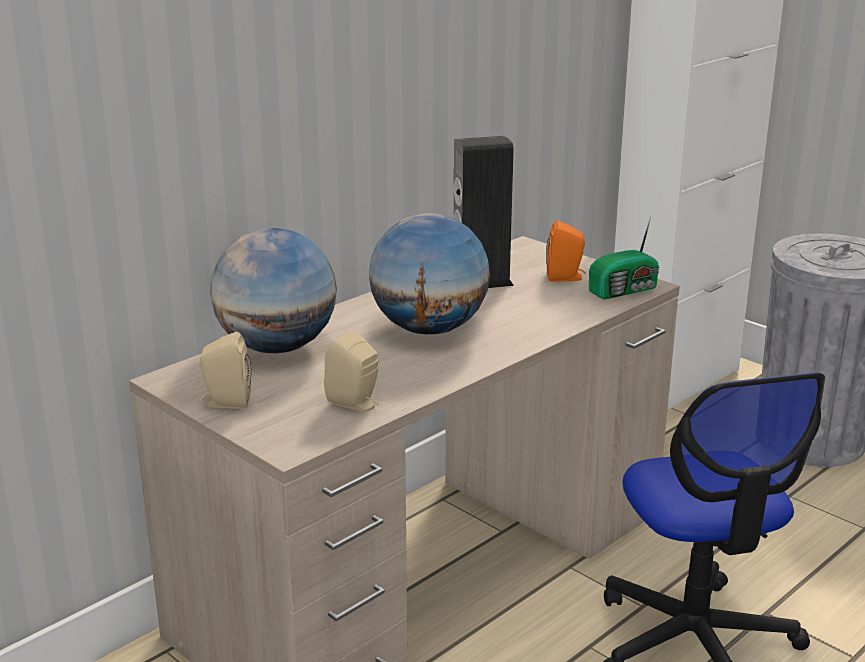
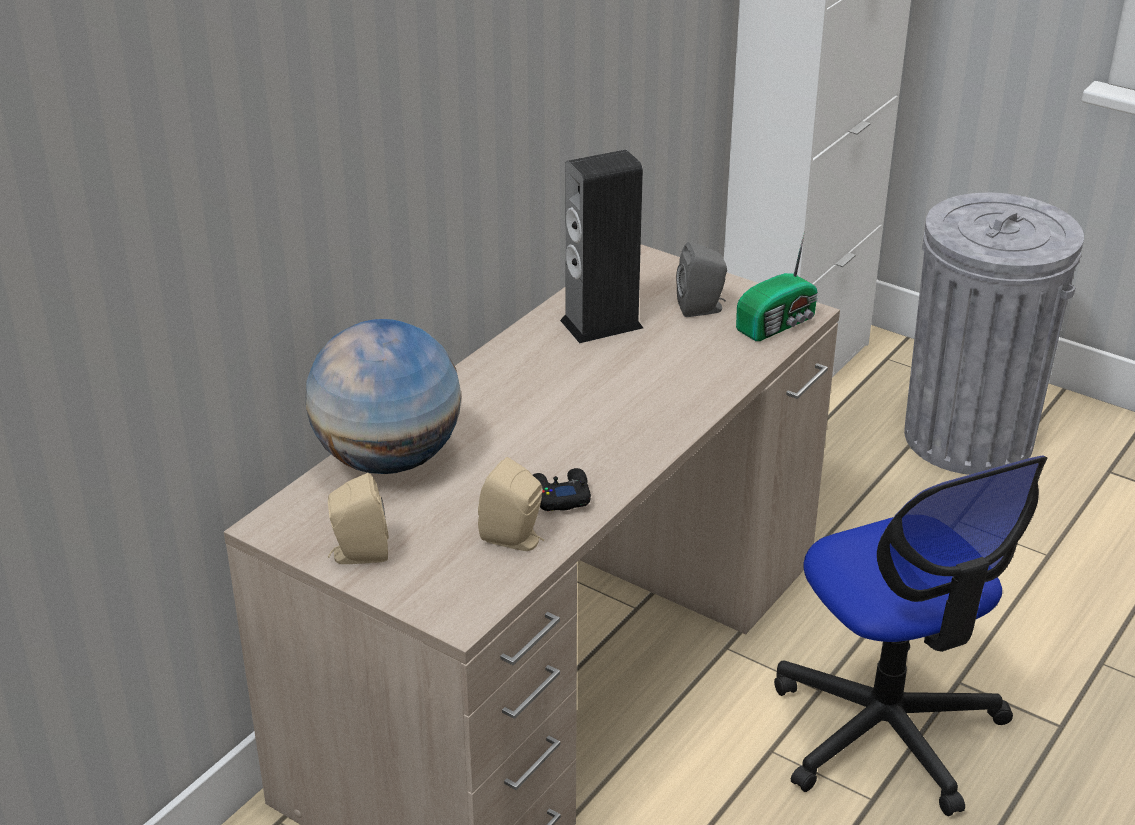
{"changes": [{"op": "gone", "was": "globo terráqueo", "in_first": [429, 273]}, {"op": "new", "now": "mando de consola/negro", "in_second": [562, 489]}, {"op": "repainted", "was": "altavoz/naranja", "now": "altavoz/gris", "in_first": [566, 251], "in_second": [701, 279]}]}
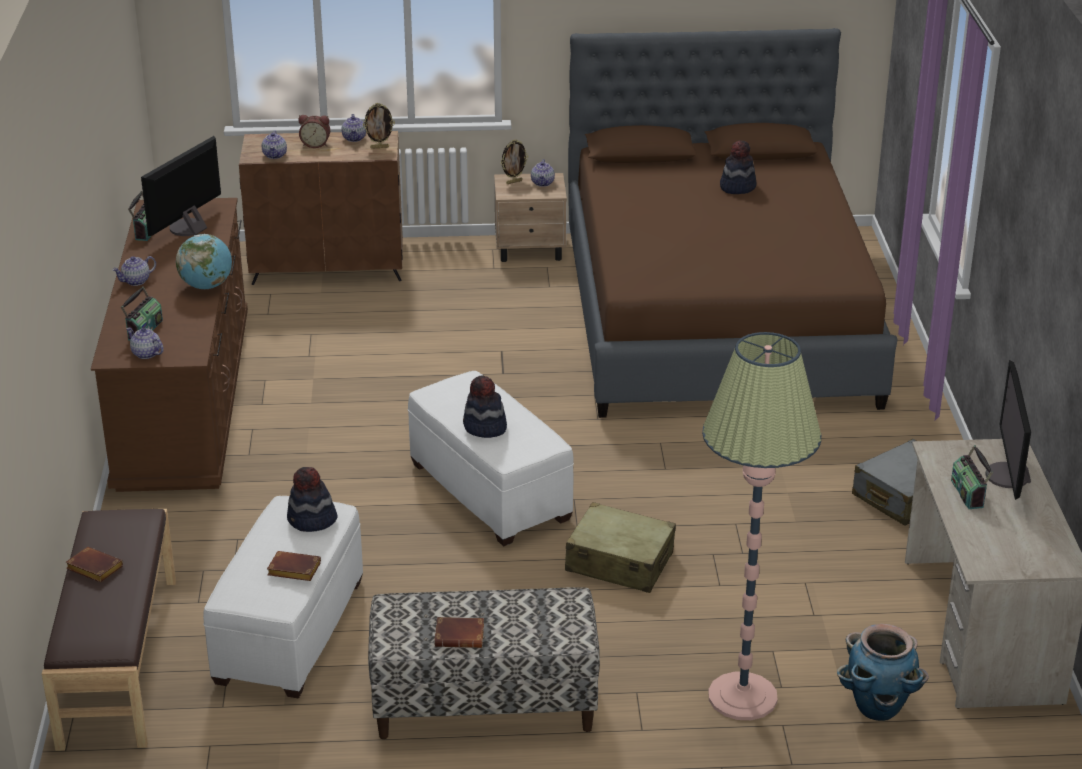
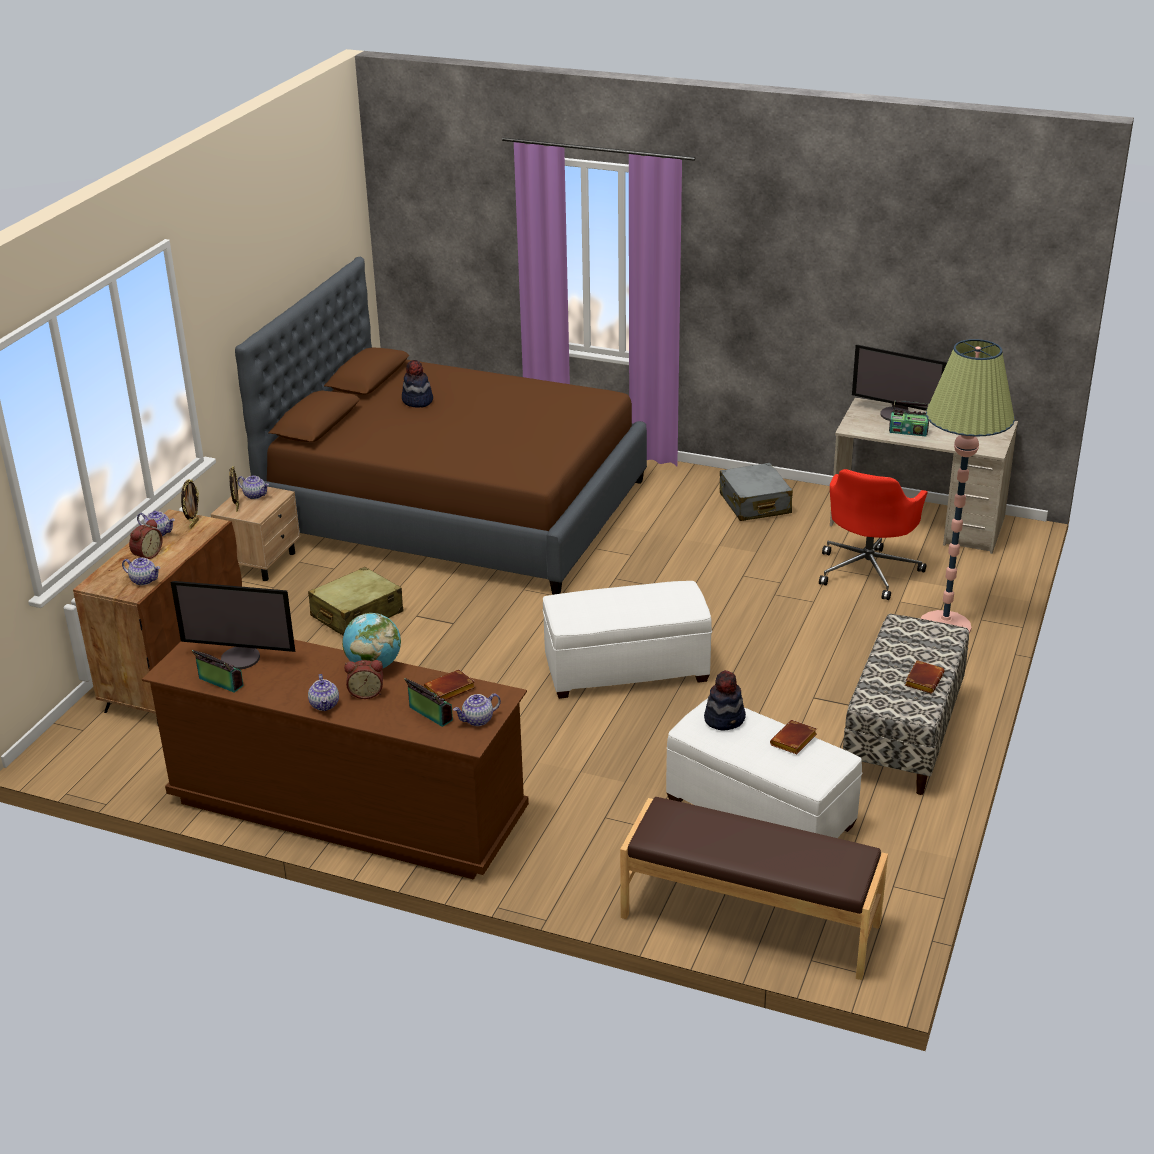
{"changes": [{"op": "gone", "was": "sombrero", "in_first": [485, 406]}, {"op": "gone", "was": "maceta", "in_first": [883, 672]}, {"op": "new", "now": "despertador", "in_second": [363, 679]}, {"op": "new", "now": "silla de oficina/rojo", "in_second": [873, 534]}, {"op": "shifted", "was": "libro/marrón", "in_first": [94, 564], "in_second": [449, 685]}, {"op": "shifted", "was": "maleta/beis", "in_first": [620, 547], "in_second": [356, 601]}, {"op": "rotated", "was": "monitor", "in_first": [181, 186], "in_second": [233, 625], "clockwise": -45}]}
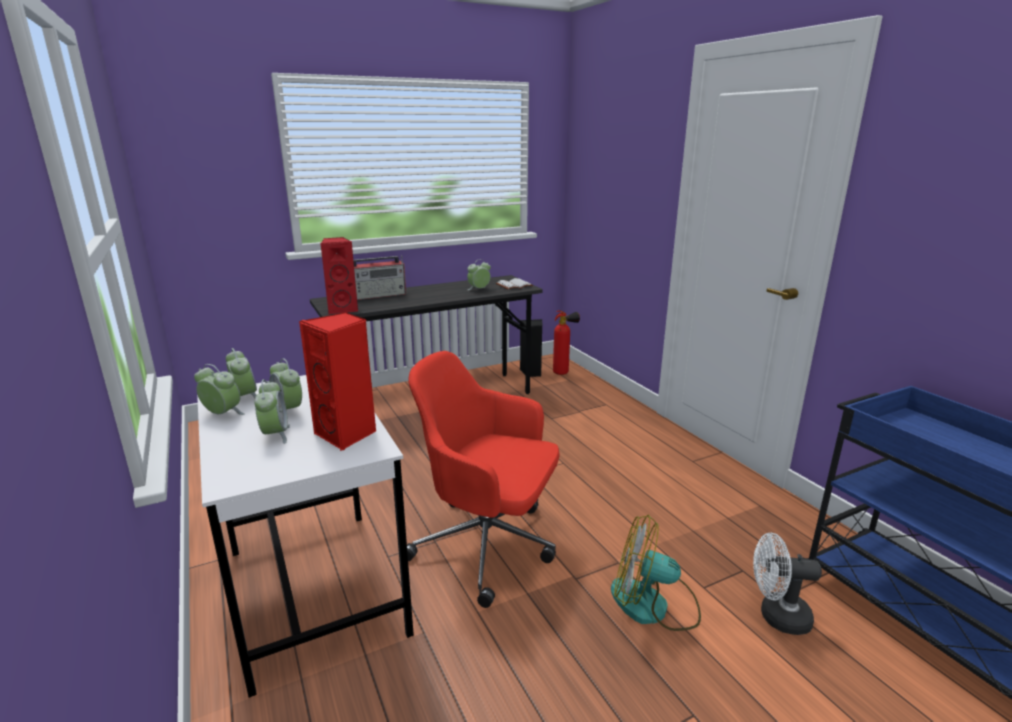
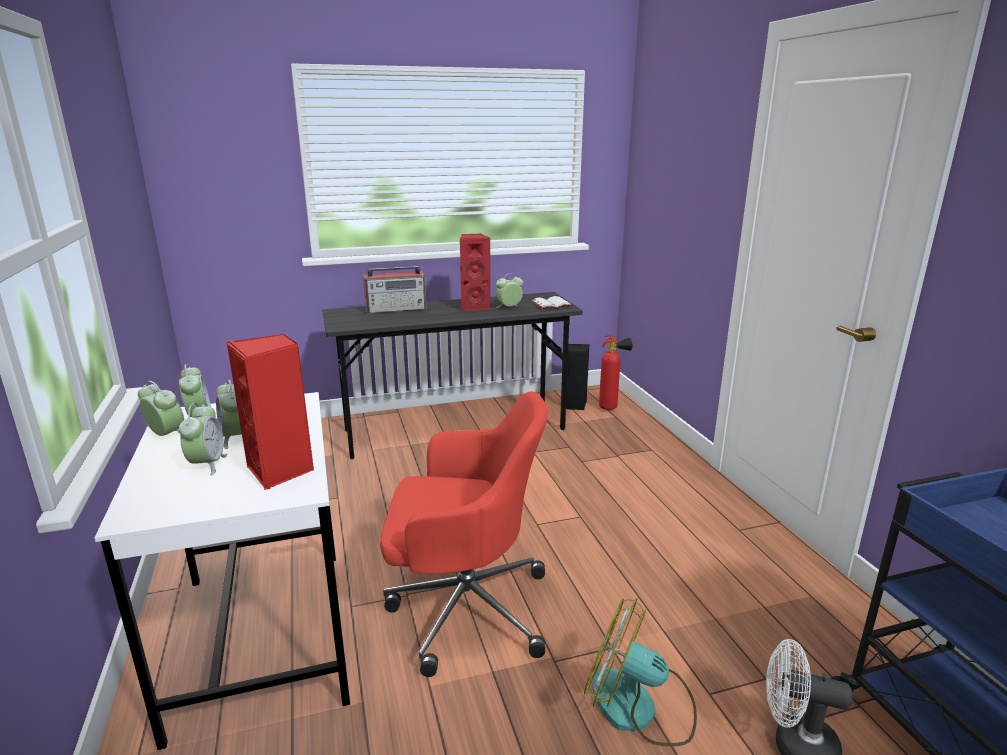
{"changes": [{"op": "shifted", "was": "altavoz/rojo", "in_first": [339, 275], "in_second": [475, 272]}, {"op": "rotated", "was": "silla de oficina/rojo", "in_first": [483, 479], "in_second": [464, 534], "clockwise": 150}]}
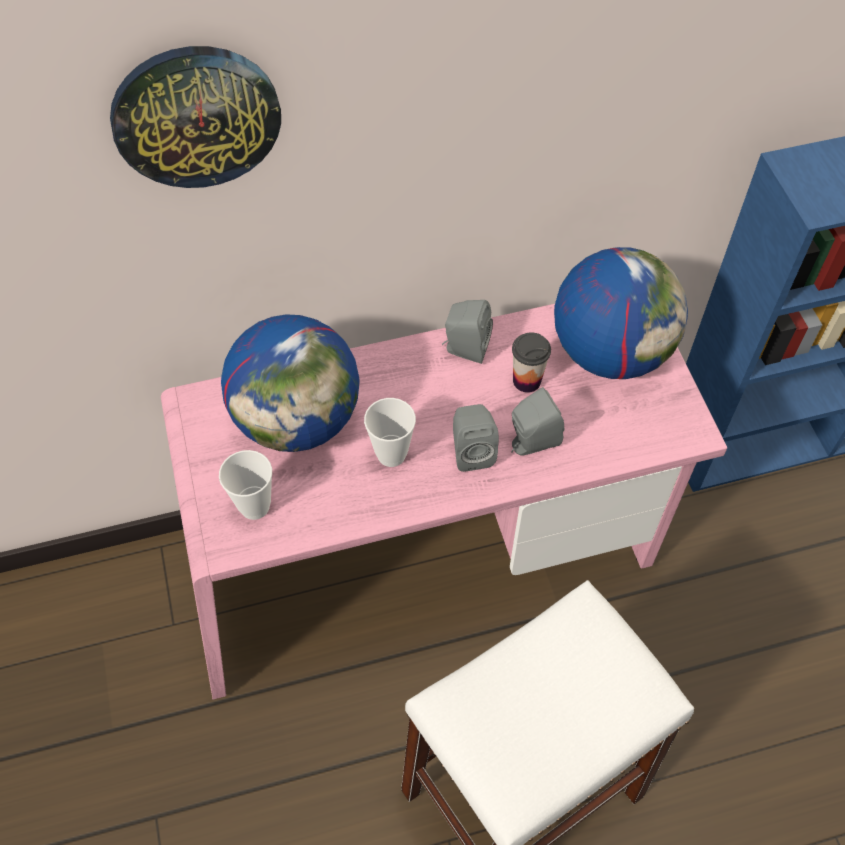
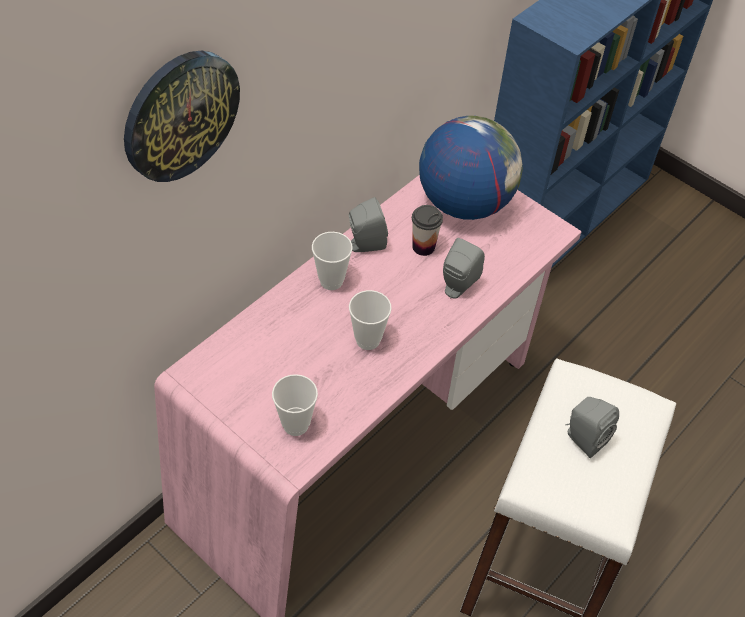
{"changes": [{"op": "gone", "was": "globo terráqueo", "in_first": [290, 383]}, {"op": "new", "now": "taza", "in_second": [332, 261]}, {"op": "shifted", "was": "altavoz/gris", "in_first": [476, 438], "in_second": [592, 427]}]}
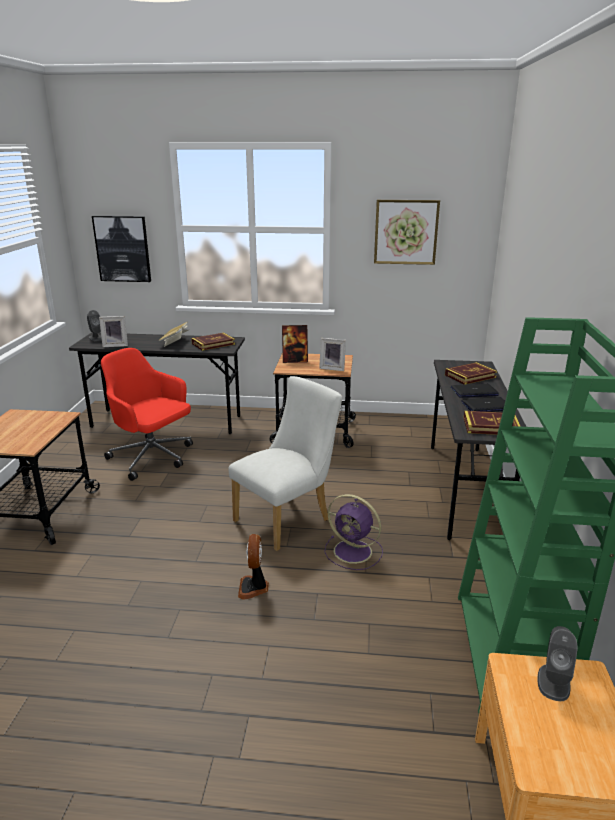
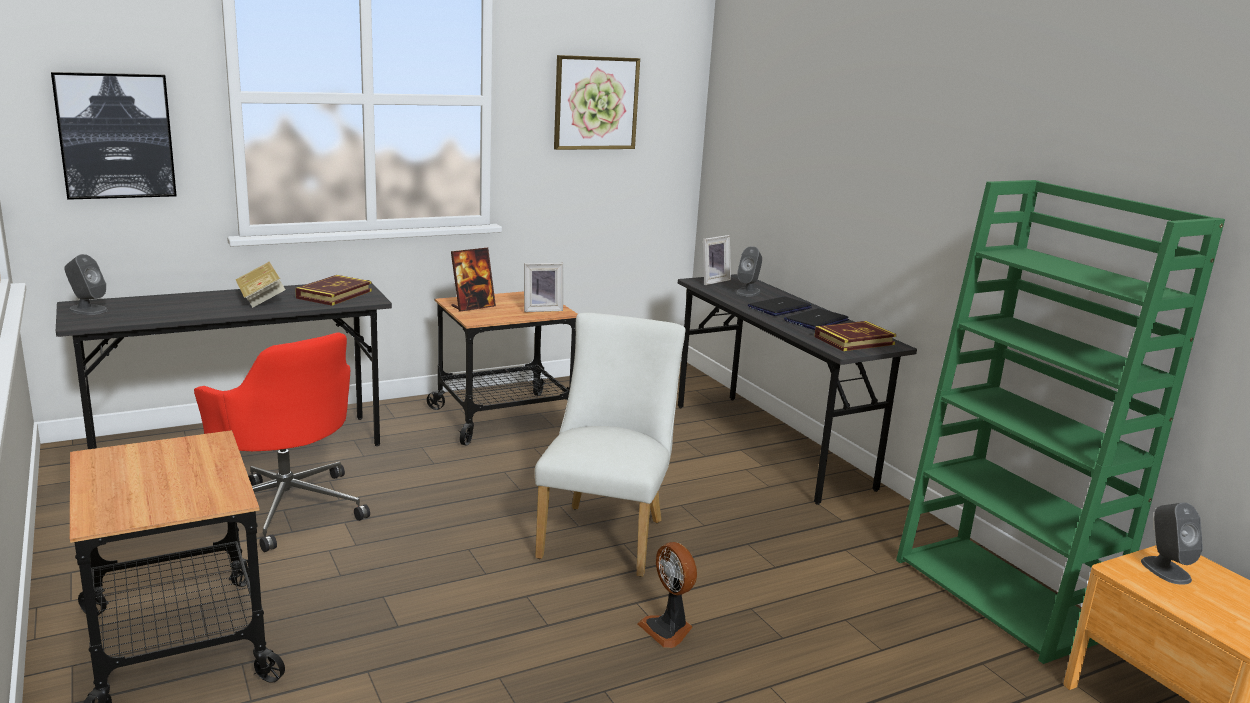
{"changes": [{"op": "gone", "was": "ventilador/morado", "in_first": [354, 532]}, {"op": "shifted", "was": "portarretratos", "in_first": [113, 331], "in_second": [717, 260]}, {"op": "swapped", "was": "libro", "now": "altavoz/gris", "in_first": [471, 373], "in_second": [749, 271]}, {"op": "rotated", "was": "silla de oficina/rojo", "in_first": [147, 414], "in_second": [282, 442], "clockwise": -135}]}
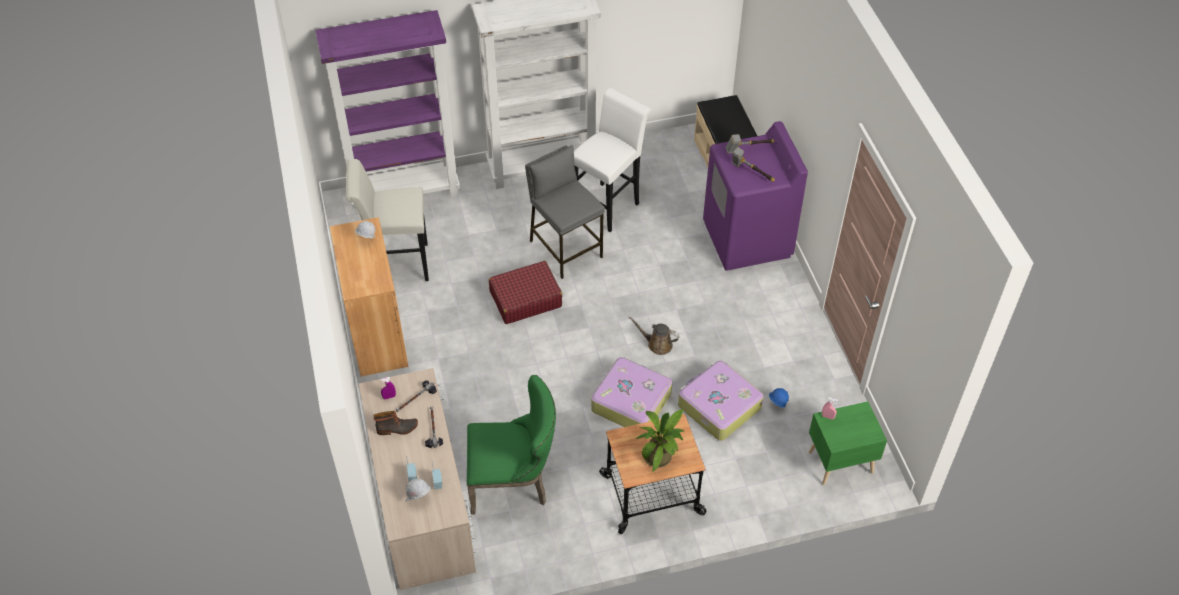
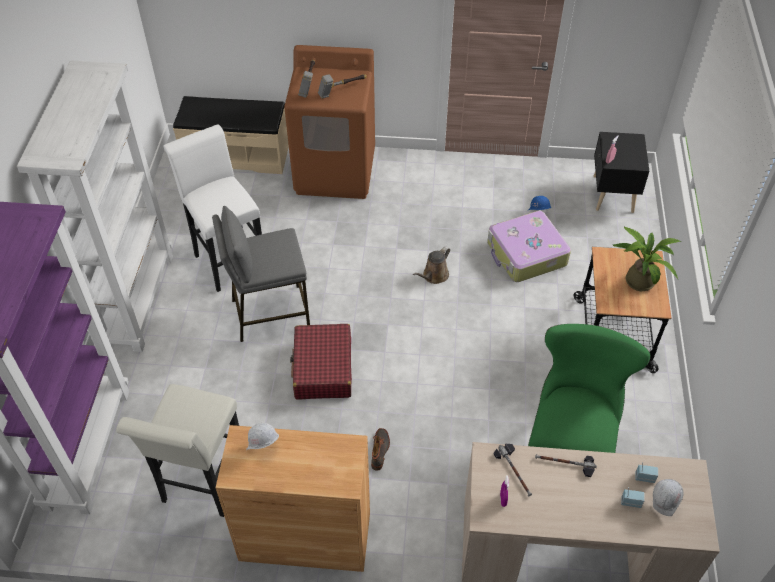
{"changes": [{"op": "gone", "was": "maleta", "in_first": [631, 392]}, {"op": "shifted", "was": "bota", "in_first": [395, 423], "in_second": [380, 449]}, {"op": "repainted", "was": "lavadora/morado", "now": "lavadora/marrón", "in_first": [755, 196], "in_second": [329, 122]}, {"op": "repainted", "was": "mesita de noche/verde", "now": "mesita de noche/negro", "in_first": [848, 443], "in_second": [621, 172]}]}
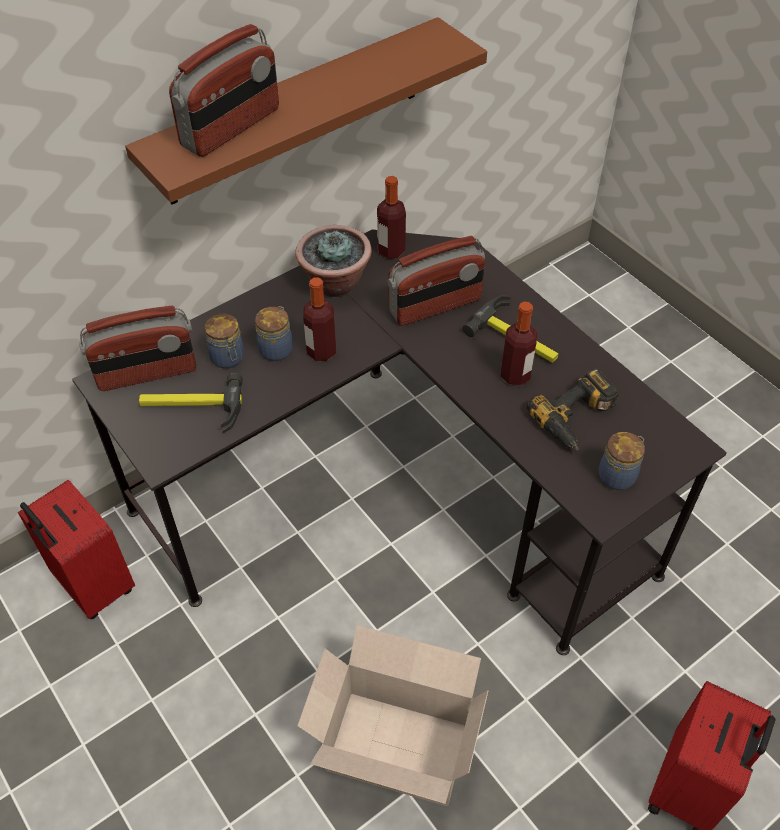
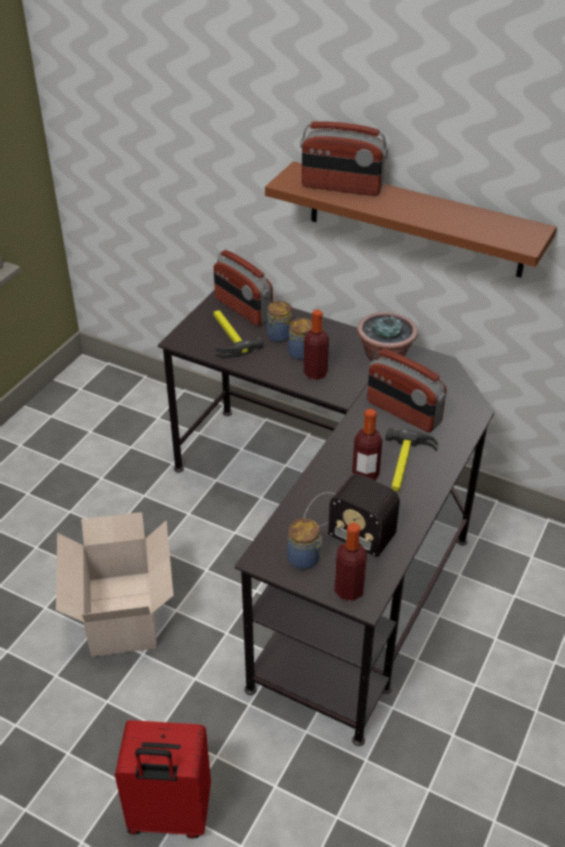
{"changes": [{"op": "gone", "was": "maleta/rojo", "in_first": [76, 549]}, {"op": "shifted", "was": "botella", "in_first": [391, 217], "in_second": [351, 562]}, {"op": "swapped", "was": "taladro", "now": "radio", "in_first": [573, 409], "in_second": [352, 515]}]}
